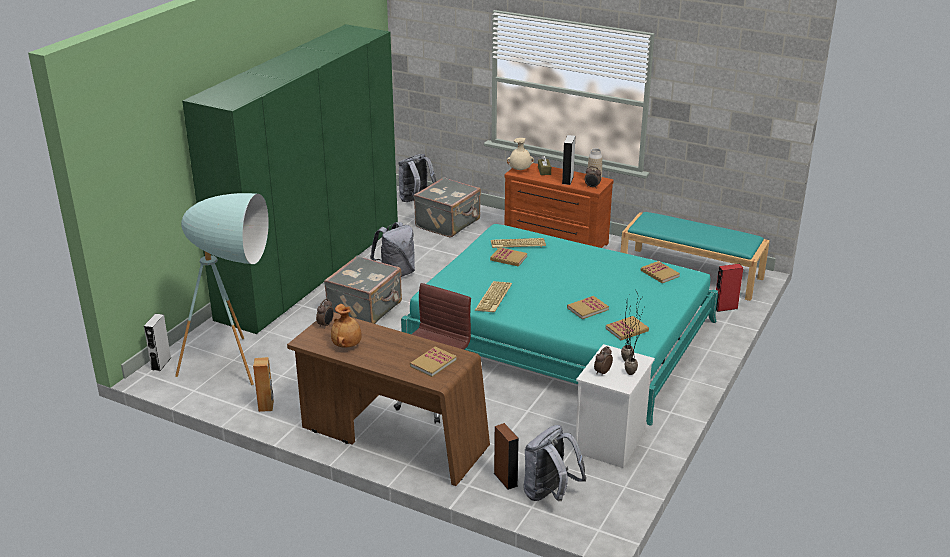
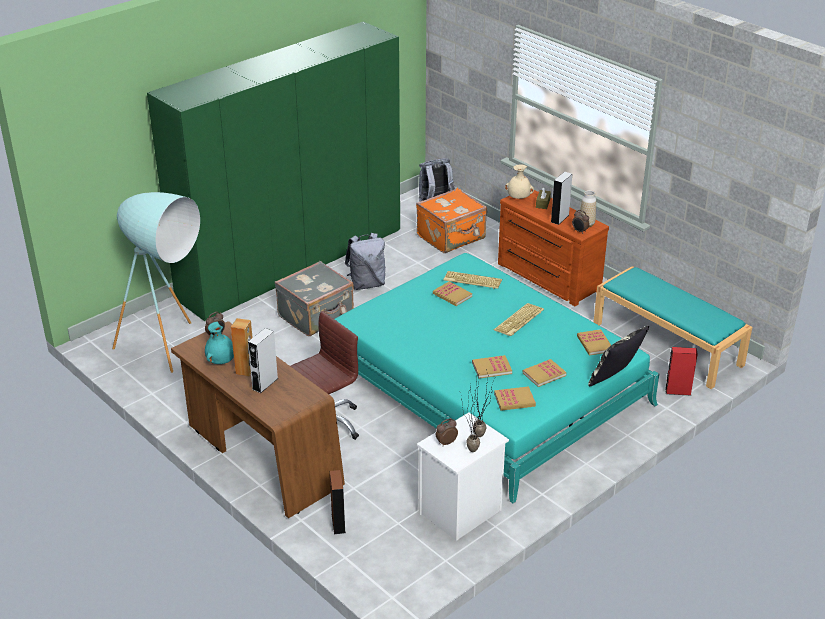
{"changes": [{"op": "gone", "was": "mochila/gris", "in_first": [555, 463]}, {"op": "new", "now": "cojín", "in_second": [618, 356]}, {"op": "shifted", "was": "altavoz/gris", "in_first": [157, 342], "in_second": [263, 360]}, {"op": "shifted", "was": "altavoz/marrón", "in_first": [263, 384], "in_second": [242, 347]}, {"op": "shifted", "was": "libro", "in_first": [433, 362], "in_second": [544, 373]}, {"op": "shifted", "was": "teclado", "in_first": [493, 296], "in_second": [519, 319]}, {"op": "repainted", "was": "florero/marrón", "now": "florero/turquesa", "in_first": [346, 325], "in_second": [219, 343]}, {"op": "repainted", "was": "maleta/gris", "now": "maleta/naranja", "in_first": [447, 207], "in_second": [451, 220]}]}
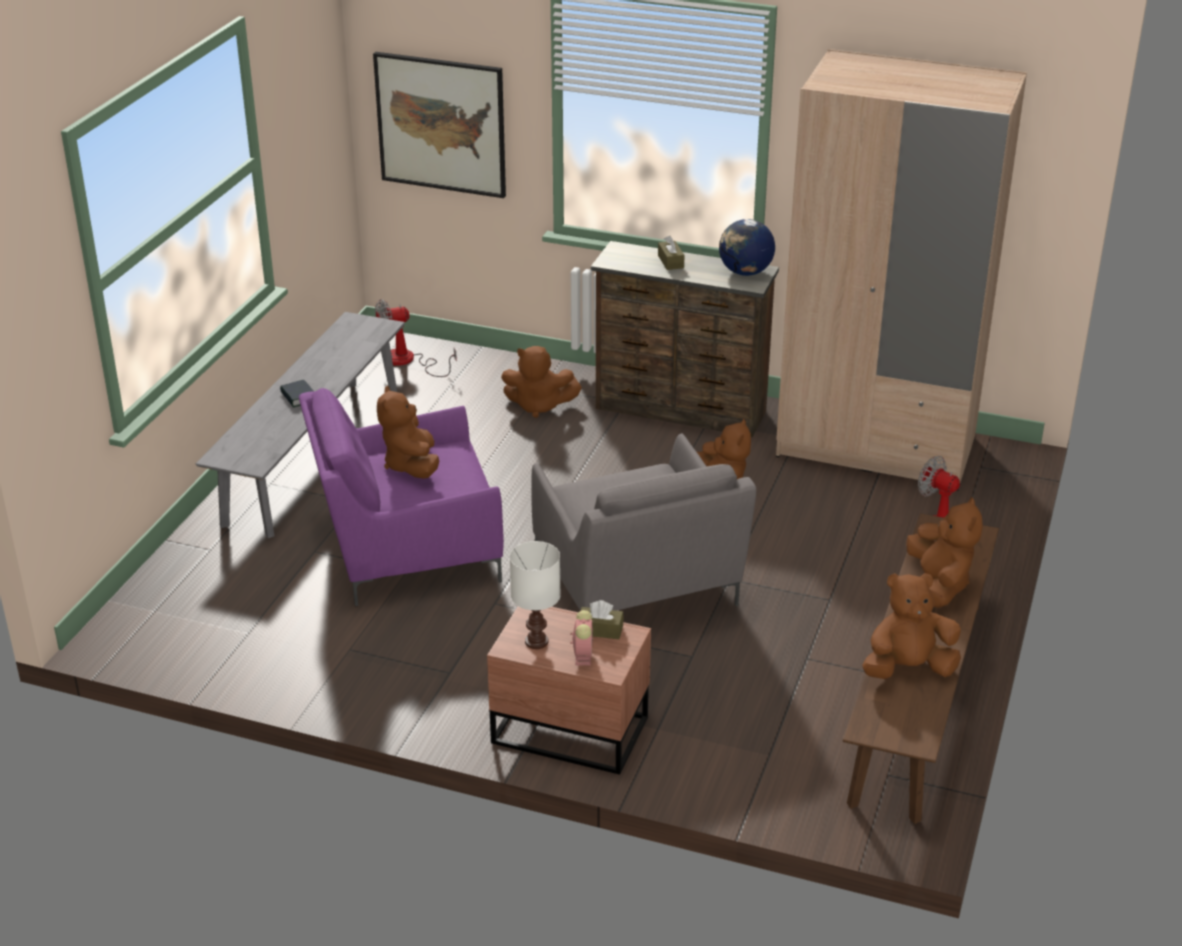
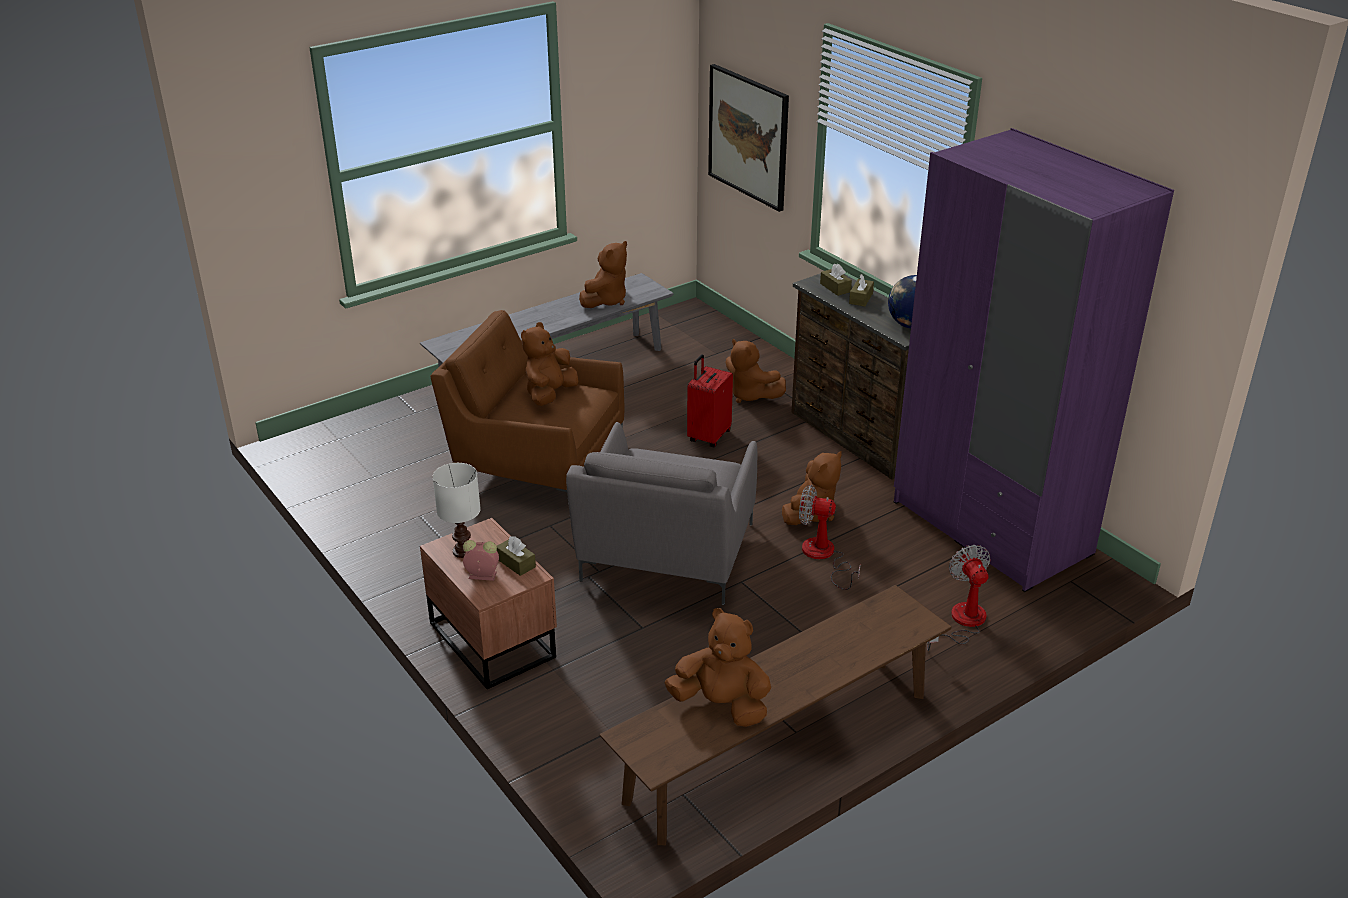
{"changes": [{"op": "gone", "was": "libro", "in_first": [297, 394]}, {"op": "new", "now": "maleta/rojo", "in_second": [710, 400]}, {"op": "new", "now": "caja de pañuelos/marrón", "in_second": [836, 280]}, {"op": "shifted", "was": "ventilador", "in_first": [416, 338], "in_second": [830, 537]}, {"op": "shifted", "was": "peluche/marrón", "in_first": [944, 552], "in_second": [603, 274]}, {"op": "repainted", "was": "sillón/morado", "now": "sillón/marrón", "in_first": [401, 497], "in_second": [528, 401]}, {"op": "repainted", "was": "armario ropero/beis", "now": "armario ropero/morado", "in_first": [901, 270], "in_second": [1034, 360]}, {"op": "rotated", "was": "despertador", "in_first": [581, 638], "in_second": [481, 560], "clockwise": -120}]}
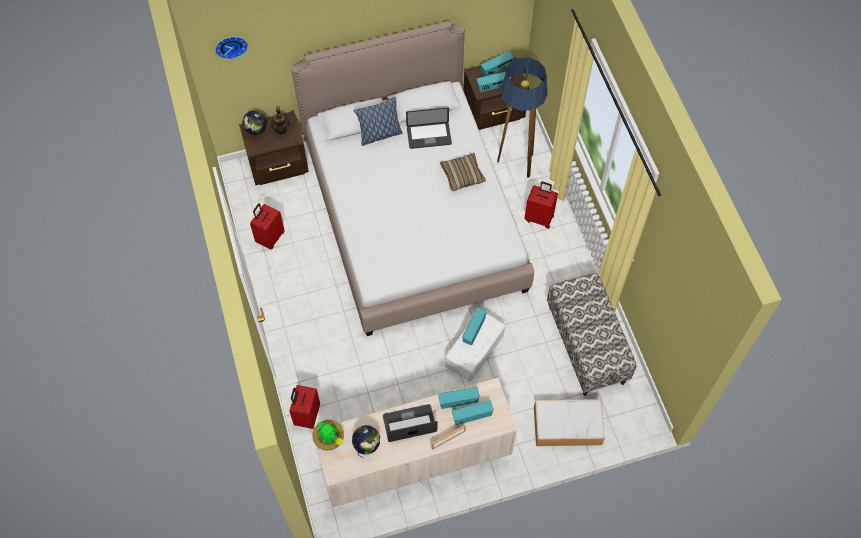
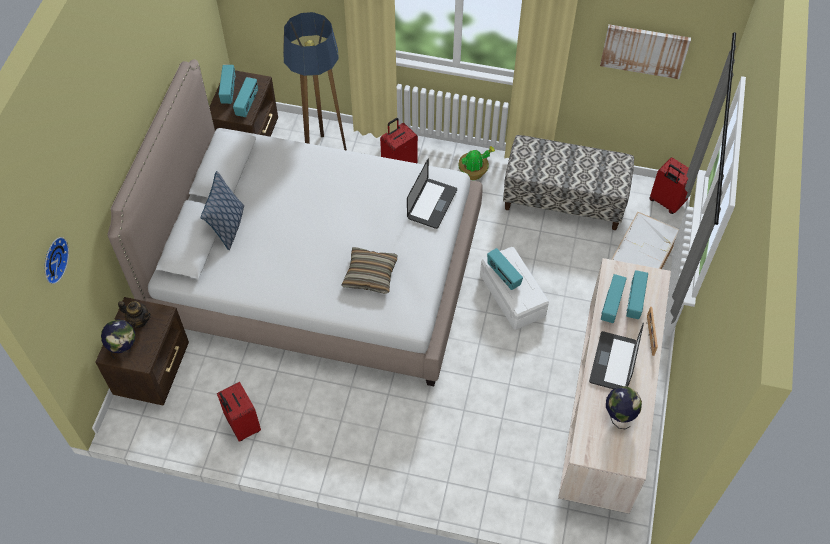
{"changes": [{"op": "new", "now": "cuadro", "in_second": [645, 51]}, {"op": "shifted", "was": "maleta/rojo", "in_first": [305, 407], "in_second": [669, 185]}, {"op": "shifted", "was": "planta en maceta", "in_first": [328, 435], "in_second": [476, 163]}, {"op": "shifted", "was": "portátil", "in_first": [429, 128], "in_second": [432, 193]}, {"op": "shifted", "was": "cojín", "in_first": [463, 172], "in_second": [369, 270]}]}
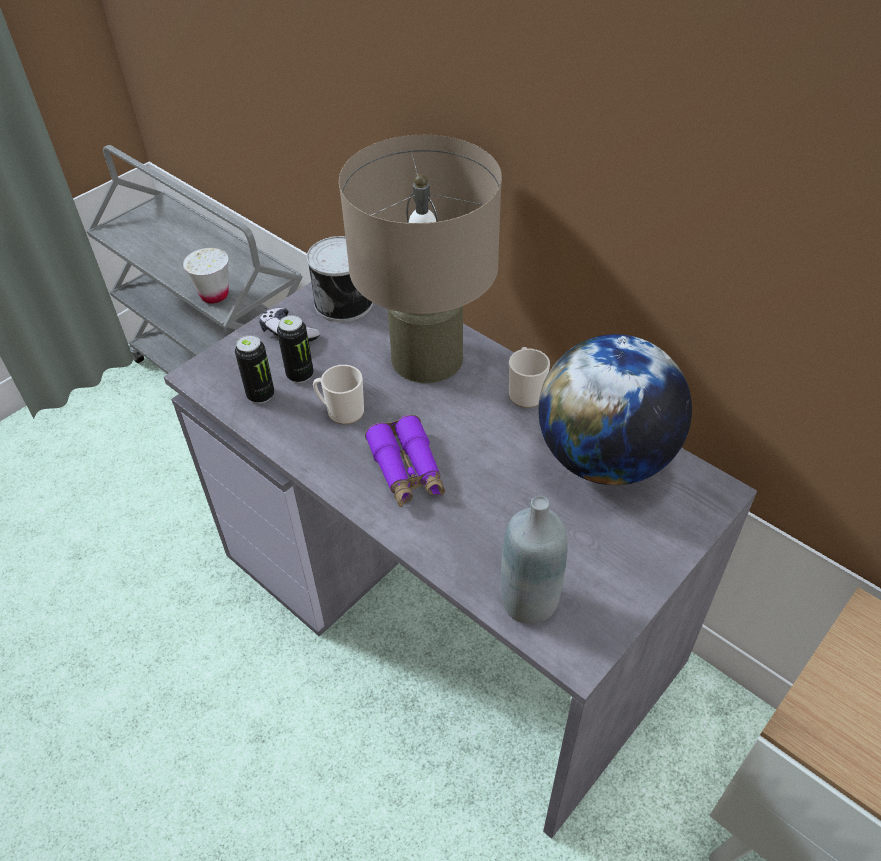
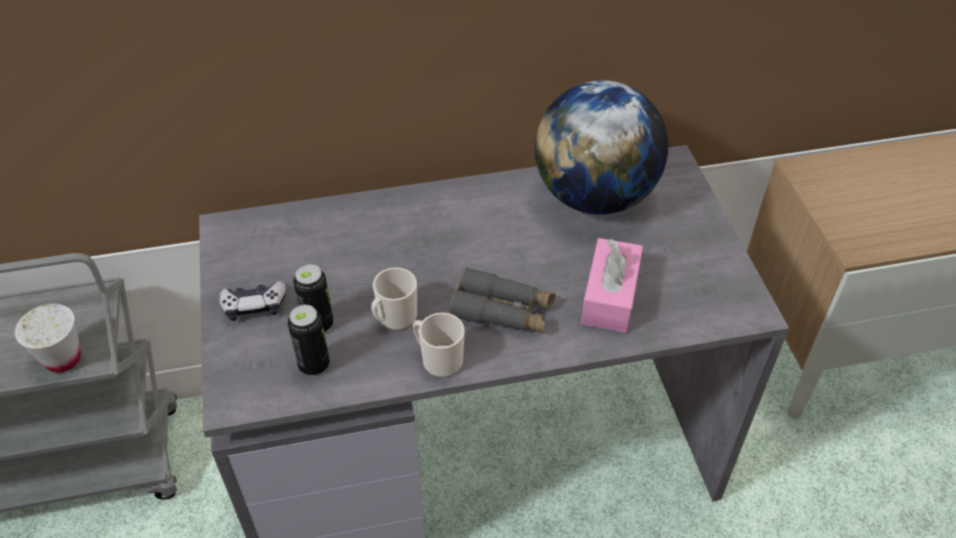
{"changes": [{"op": "gone", "was": "lata", "in_first": [340, 279]}, {"op": "gone", "was": "lámpara de mesa/beis", "in_first": [420, 259]}, {"op": "gone", "was": "botella/gris", "in_first": [534, 560]}, {"op": "new", "now": "caja de pañuelos/rosa", "in_second": [612, 285]}, {"op": "shifted", "was": "taza grande", "in_first": [529, 377], "in_second": [439, 345]}, {"op": "repainted", "was": "prismáticos/morado", "now": "prismáticos/gris", "in_first": [405, 461], "in_second": [502, 300]}]}
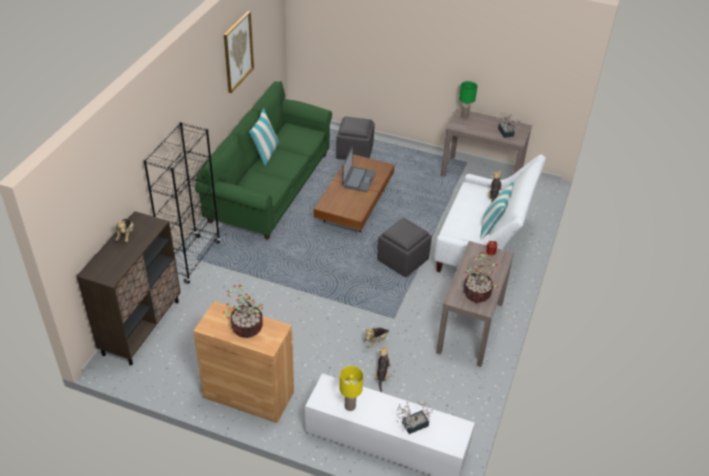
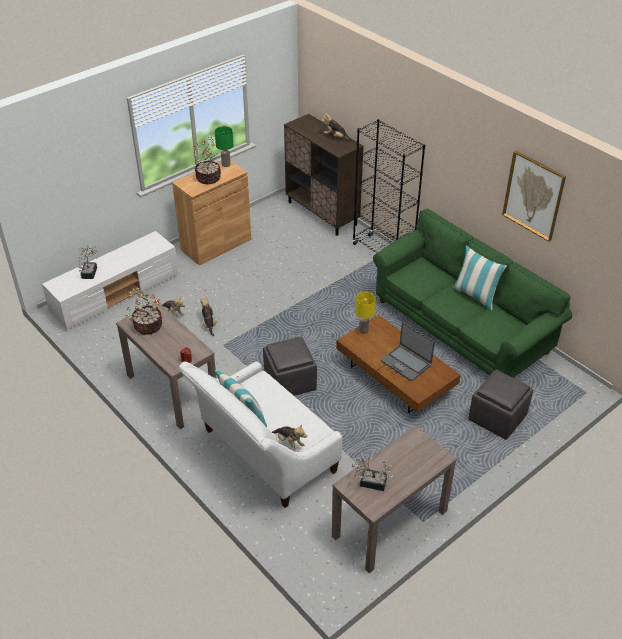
{"changes": [{"op": "shifted", "was": "lámpara de mesa/amarillo", "in_first": [351, 388], "in_second": [365, 313]}, {"op": "shifted", "was": "lámpara de mesa/verde", "in_first": [468, 100], "in_second": [224, 146]}]}
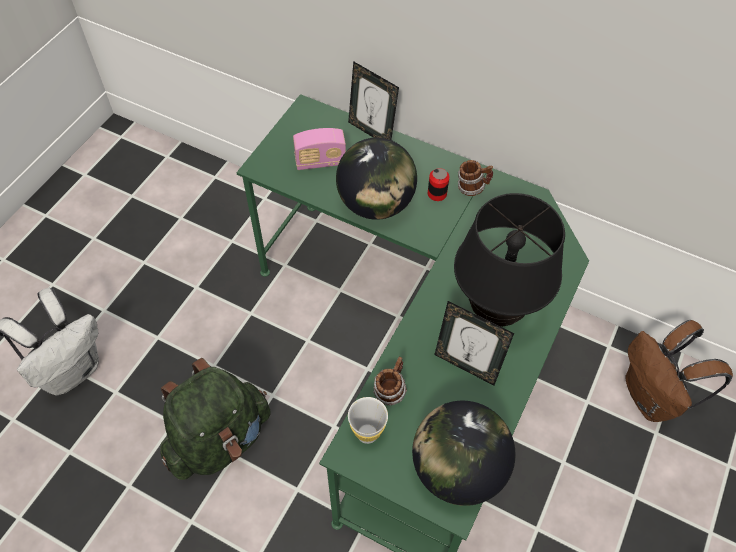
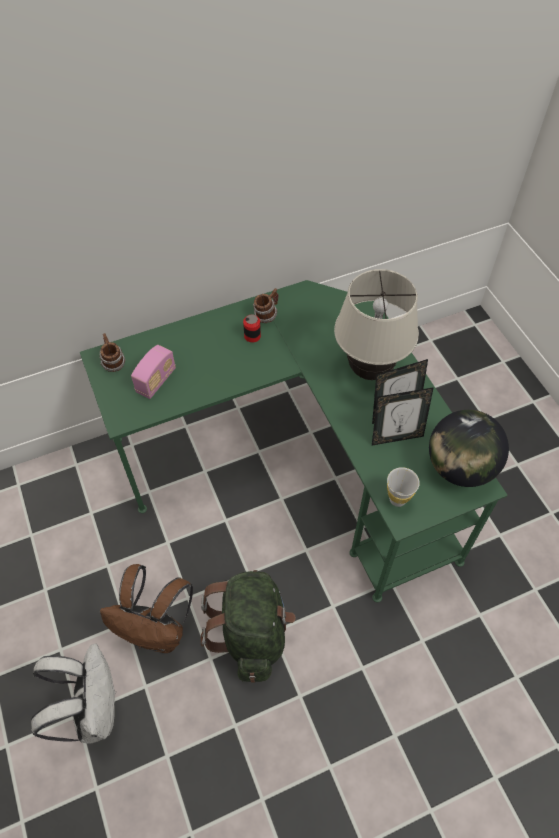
{"changes": [{"op": "gone", "was": "globo terráqueo", "in_first": [376, 179]}, {"op": "shifted", "was": "portarretratos", "in_first": [373, 100], "in_second": [403, 416]}, {"op": "shifted", "was": "taza grande", "in_first": [390, 381], "in_second": [113, 352]}, {"op": "shifted", "was": "mochila/marrón", "in_first": [679, 371], "in_second": [146, 608]}, {"op": "repainted", "was": "lámpara de mesa/negro", "now": "lámpara de mesa/beis", "in_first": [509, 260], "in_second": [376, 324]}]}
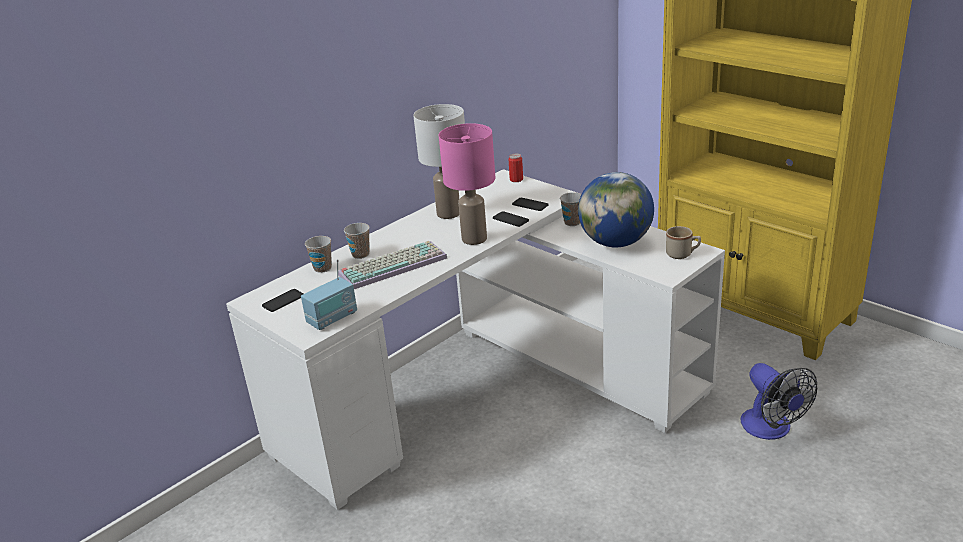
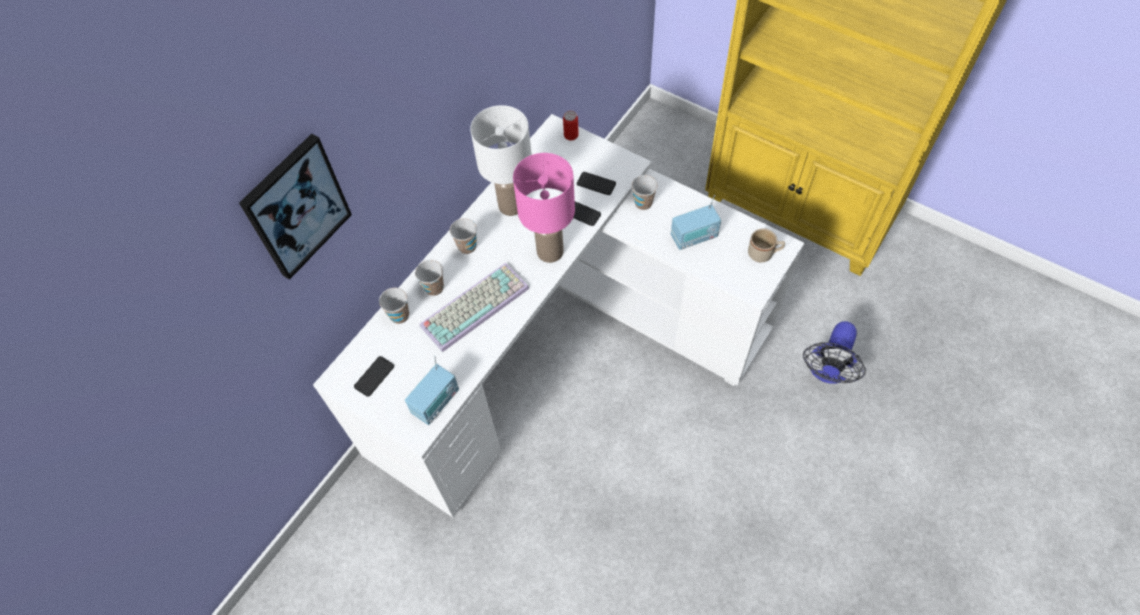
{"changes": [{"op": "new", "now": "cuadro", "in_second": [295, 207]}, {"op": "new", "now": "taza", "in_second": [463, 236]}, {"op": "swapped", "was": "globo terráqueo", "now": "radio", "in_first": [616, 209], "in_second": [696, 222]}, {"op": "rotated", "was": "ventilador", "in_first": [779, 401], "in_second": [834, 352], "clockwise": 60}]}
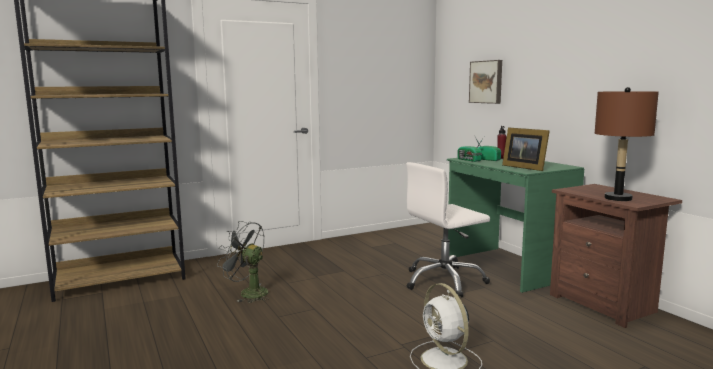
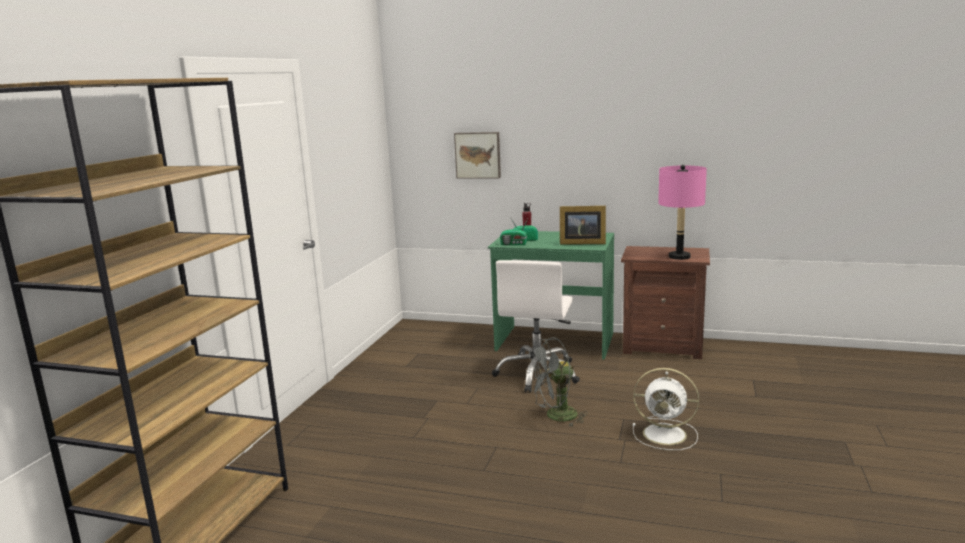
{"changes": [{"op": "shifted", "was": "ventilador/gris", "in_first": [242, 262], "in_second": [557, 382]}, {"op": "repainted", "was": "lámpara de mesa/marrón", "now": "lámpara de mesa/rosa", "in_first": [627, 144], "in_second": [682, 212]}]}
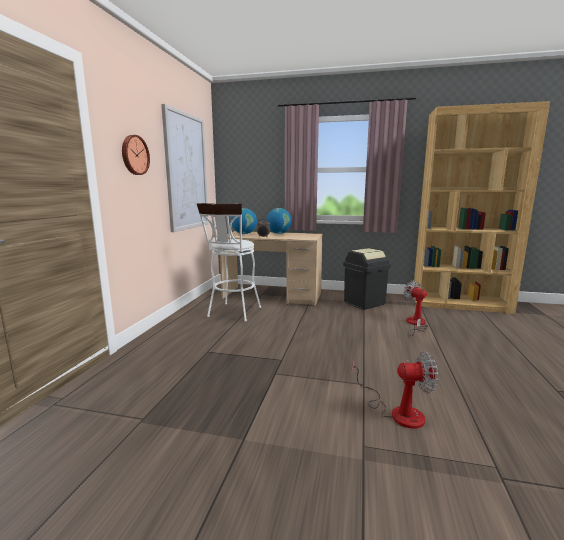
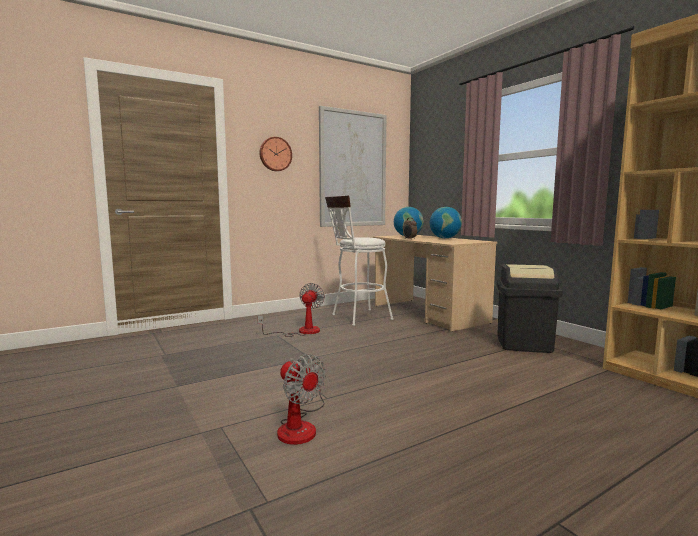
{"changes": [{"op": "shifted", "was": "ventilador", "in_first": [415, 308], "in_second": [291, 310]}]}
